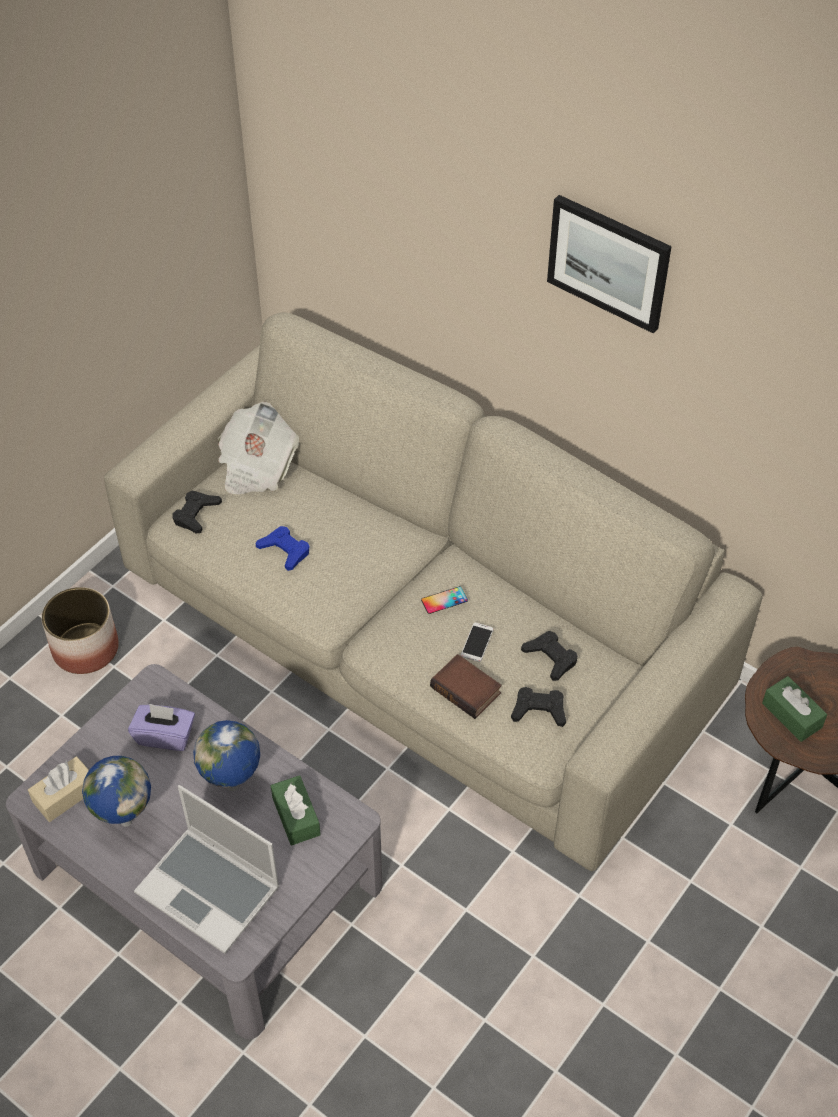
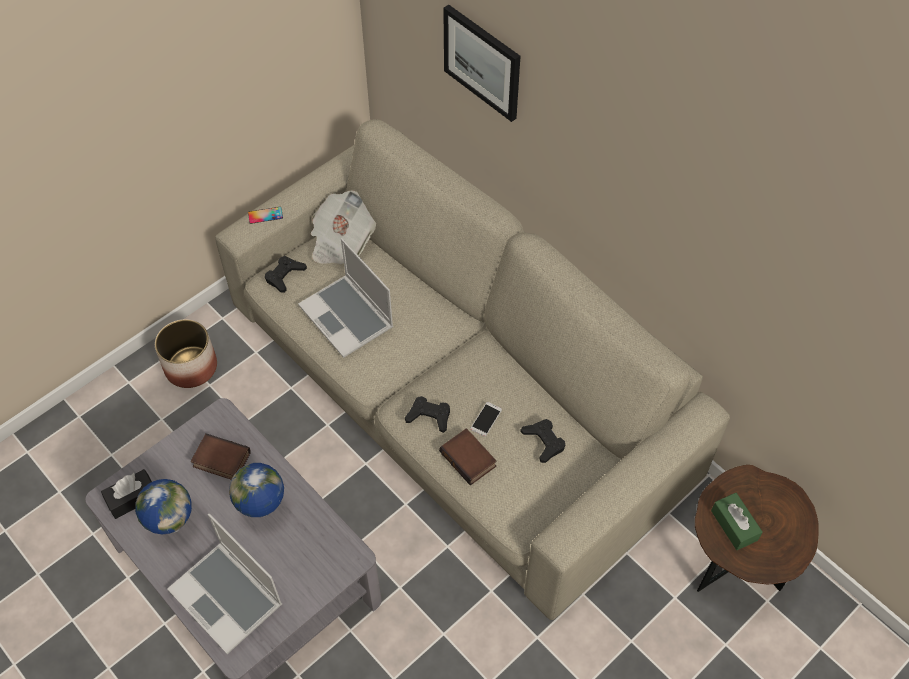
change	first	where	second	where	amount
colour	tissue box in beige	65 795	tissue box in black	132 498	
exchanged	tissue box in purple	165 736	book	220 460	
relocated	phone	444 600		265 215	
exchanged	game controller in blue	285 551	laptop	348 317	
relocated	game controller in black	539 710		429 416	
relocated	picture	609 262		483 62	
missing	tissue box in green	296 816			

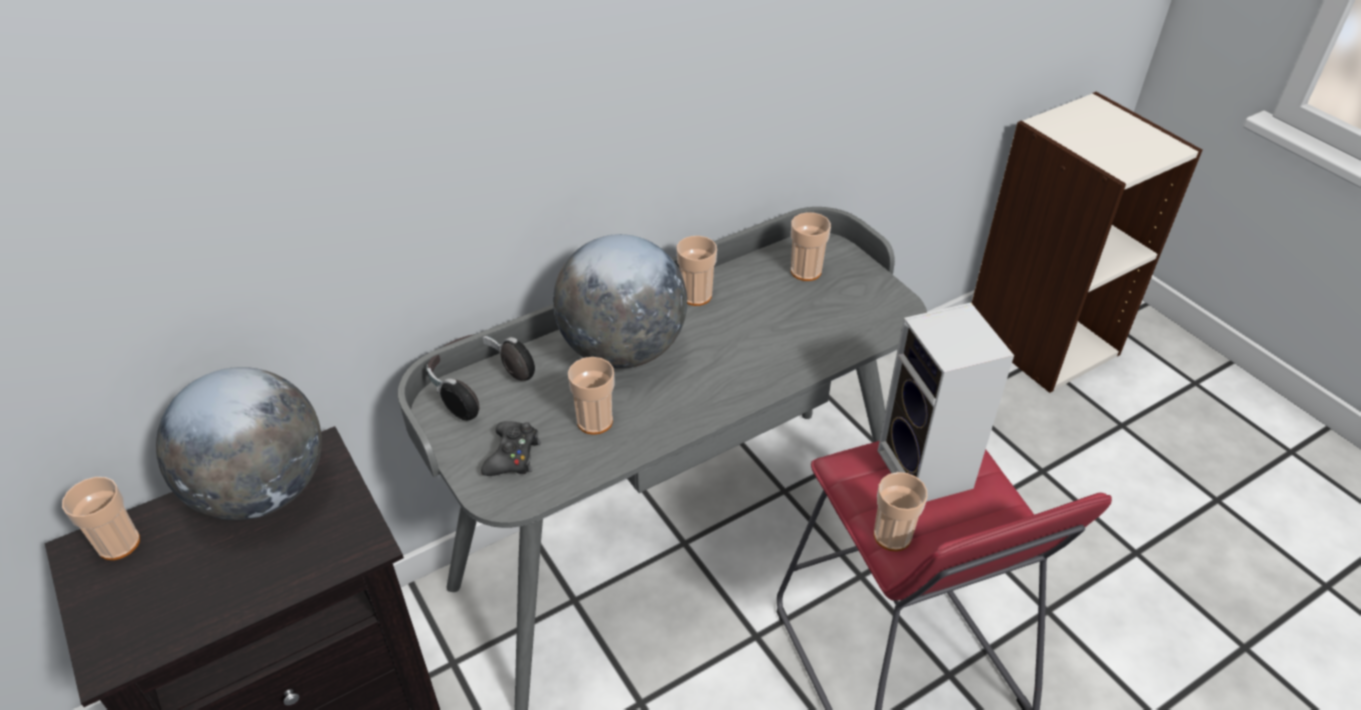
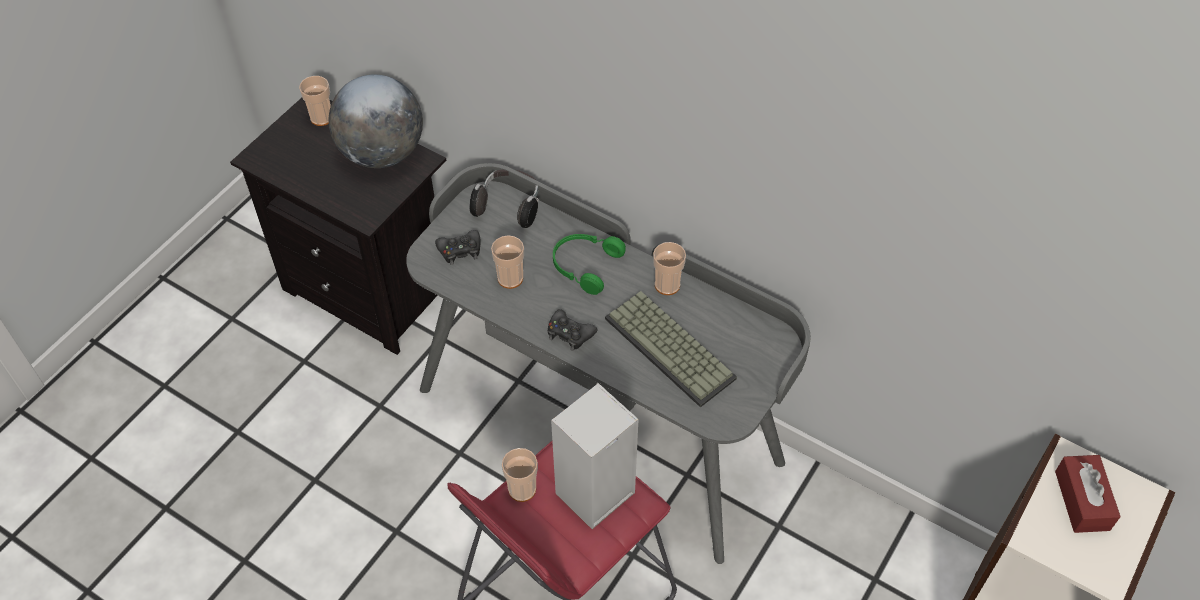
change	first	where	second	where	amount
appeared			game controller in black	569 334	
exchanged	globe	622 350	headphones in green	584 265	
appeared			keyboard	672 348	
appeared			tissue box in red	1082 500	
missing	cup	805 271			

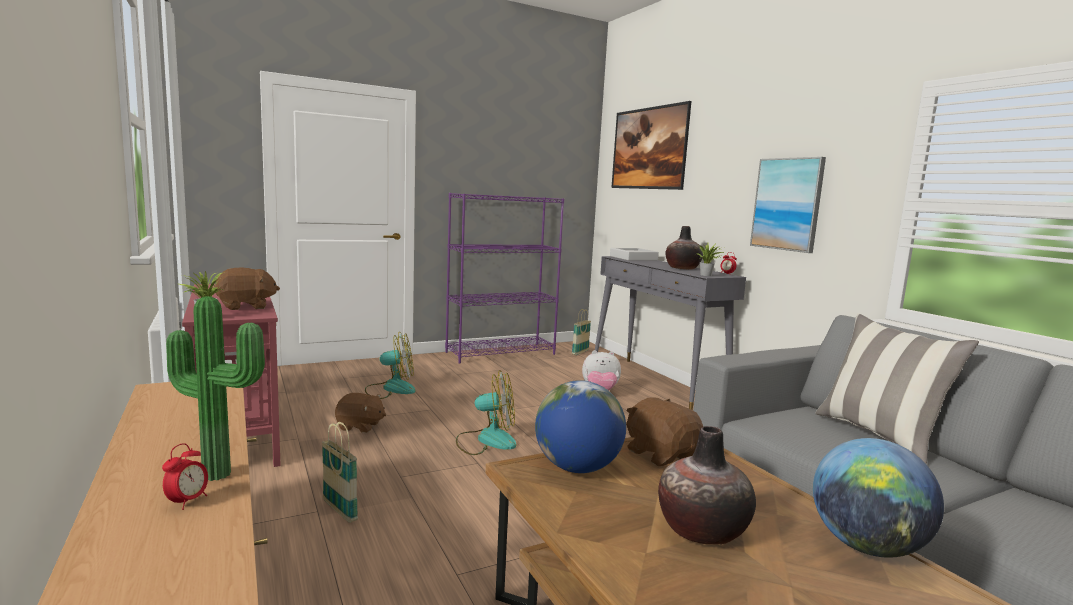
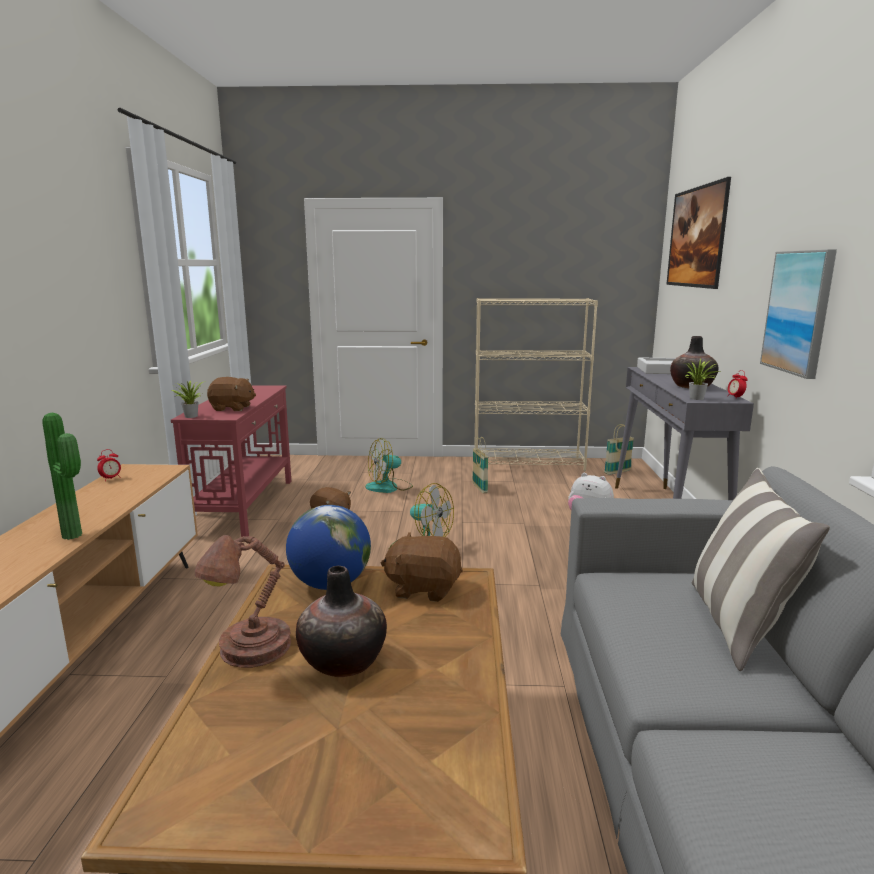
change	first	where	second	where	amount
relocated	alarm clock	187 501		111 478	
appeared			table lamp in brown	251 650	
spun	fan	391 389		389 487	135 degrees clockwise
spun	plush toy in brown	661 454		423 588	75 degrees counterclockwise
relocated	basket	339 510		479 488	
colour	bookcase in purple	501 353	bookcase in beige	528 464	
missing	globe	866 547			

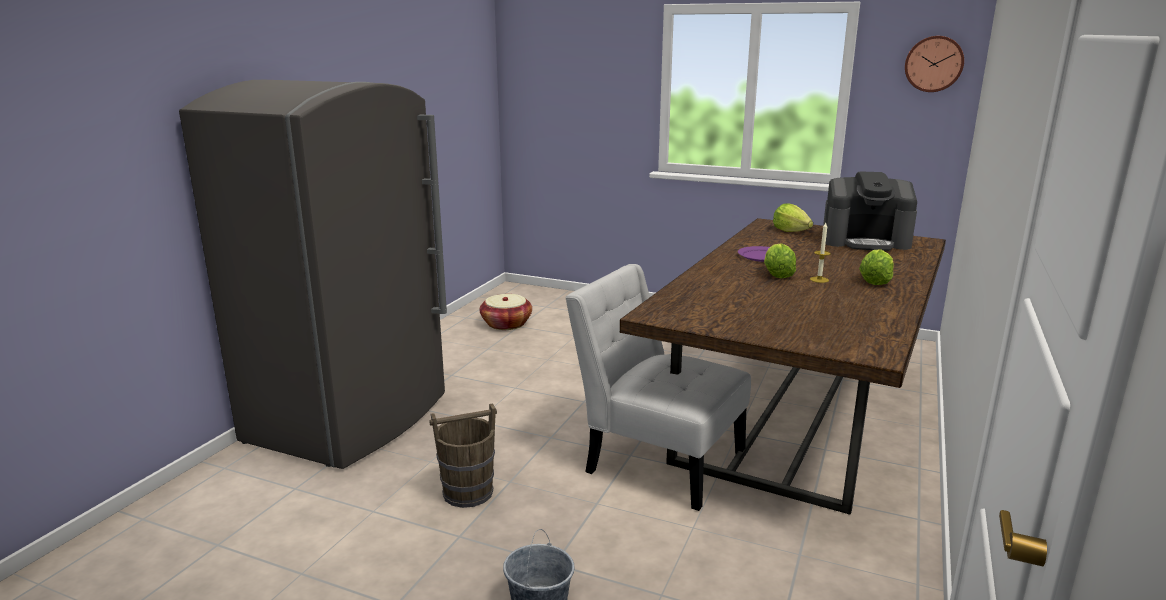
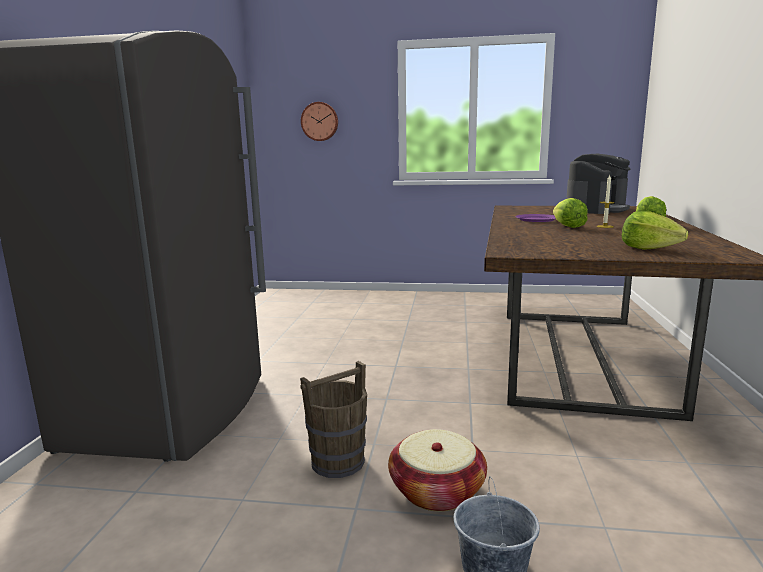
change	first	where	second	where	amount
relocated	wall clock	934 64		320 121	
relocated	basket	506 324		437 491	
spun	coffee machine	865 241		596 209	45 degrees counterclockwise
relocated	lettuce	791 231		648 248	
missing	chair in white	657 460			

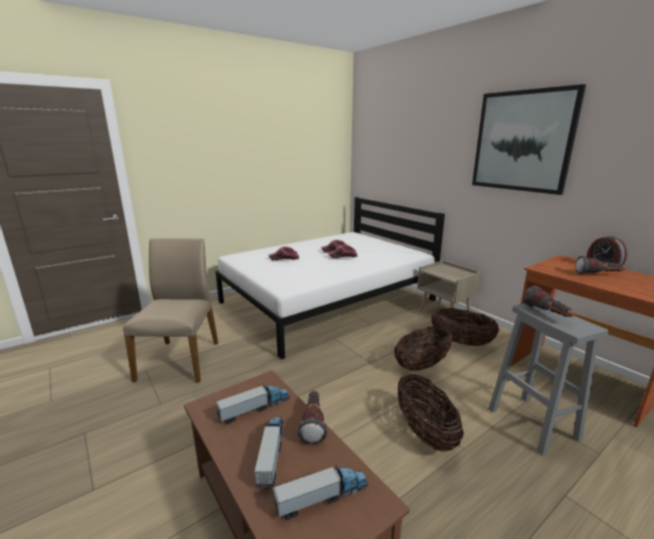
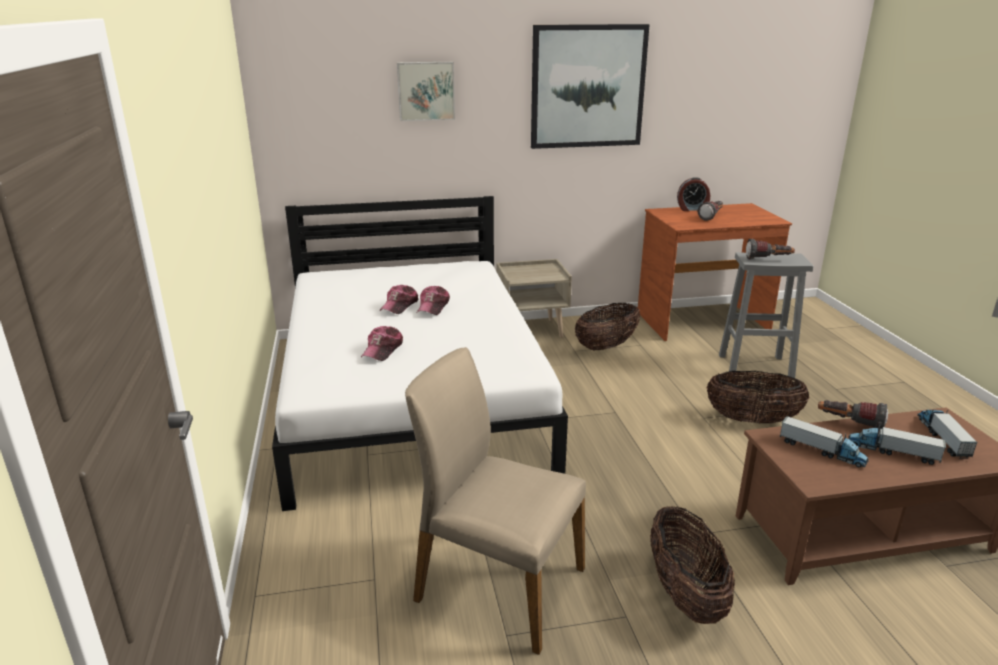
change	first	where	second	where	amount
appeared			picture	426 91	
relocated	basket	422 365		685 594	
spun	toy truck	254 408		822 451	135 degrees clockwise

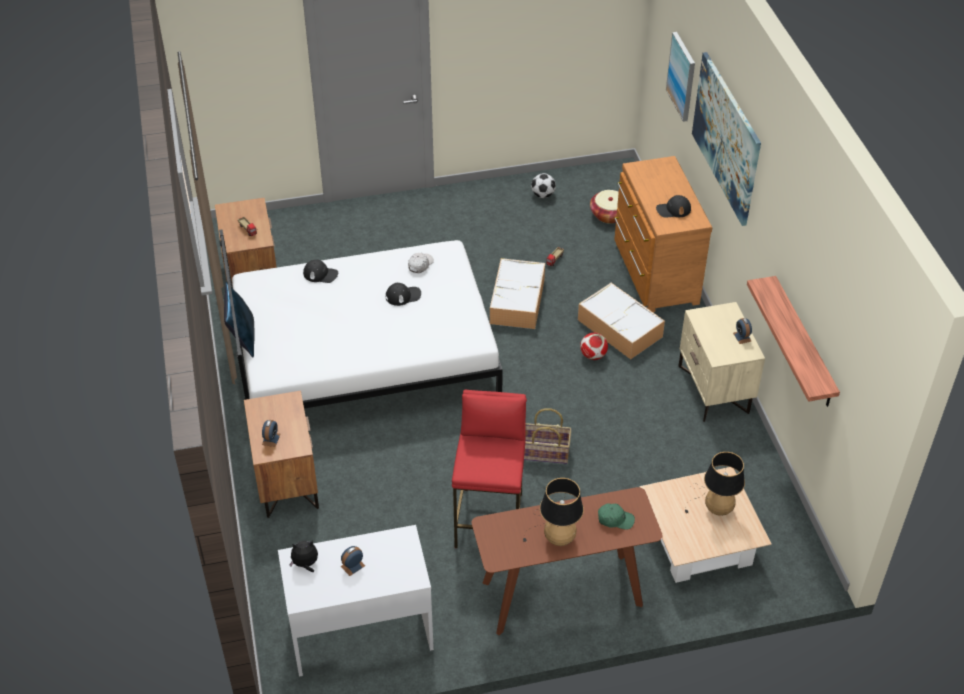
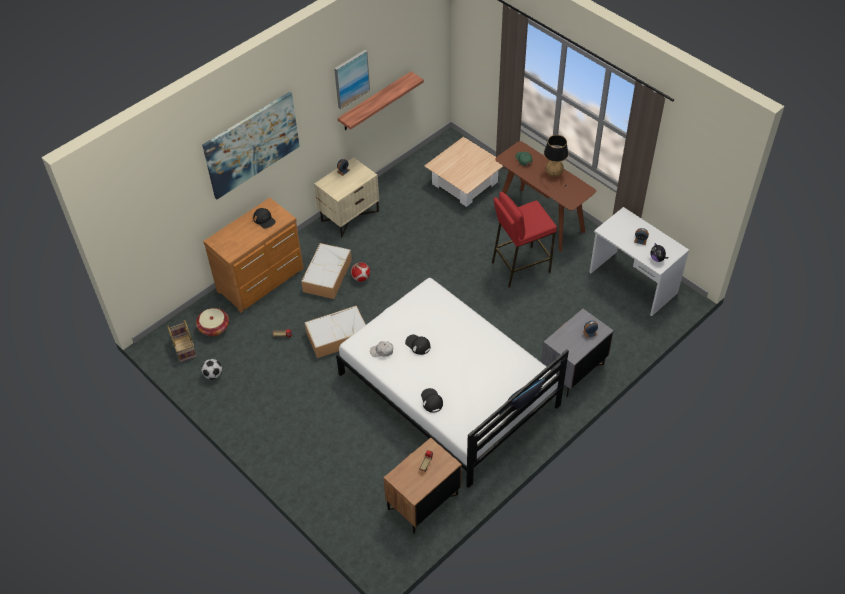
change	first	where	second	where	amount
relocated	basket	545 453		184 348	
relocated	picture	682 76		351 78	
colour	nightstand in brown	286 481	nightstand in grey	573 371	
missing	table lamp	714 506			

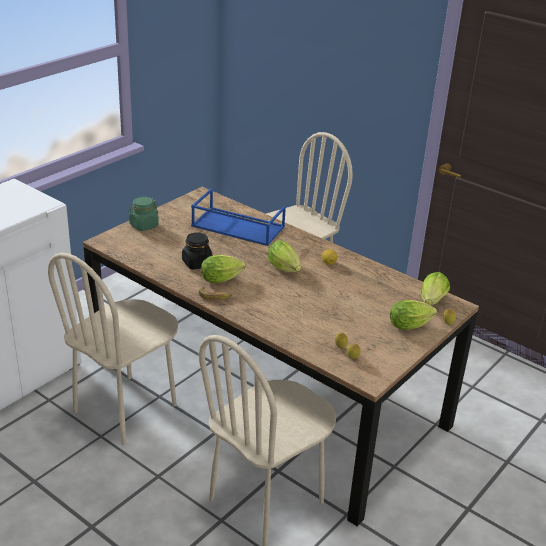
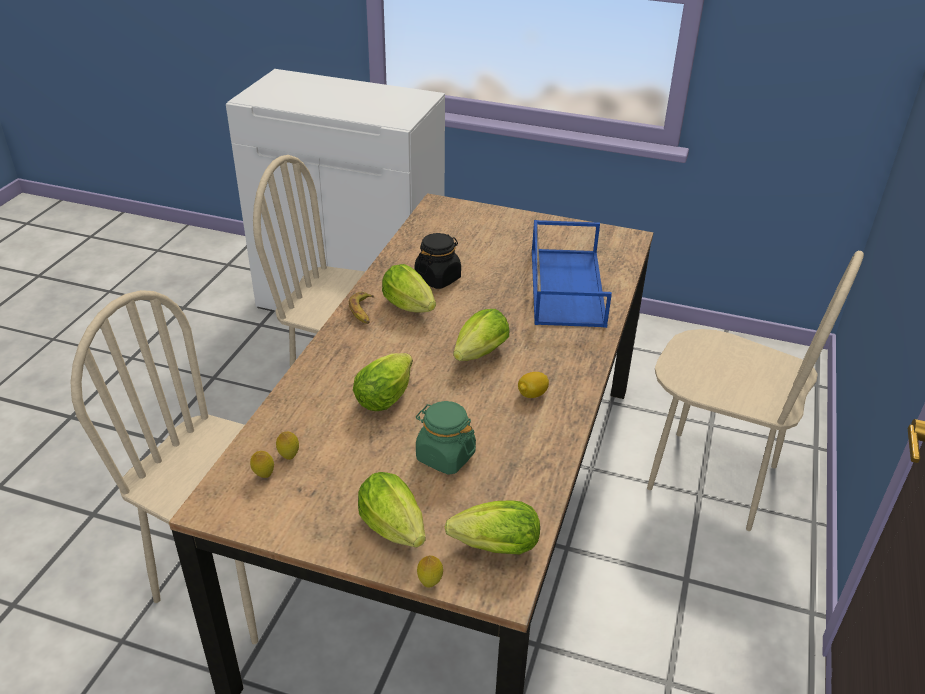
change	first	where	second	where	amount
appeared			lettuce	387 395	
relocated	jar in green	143 225		445 456	

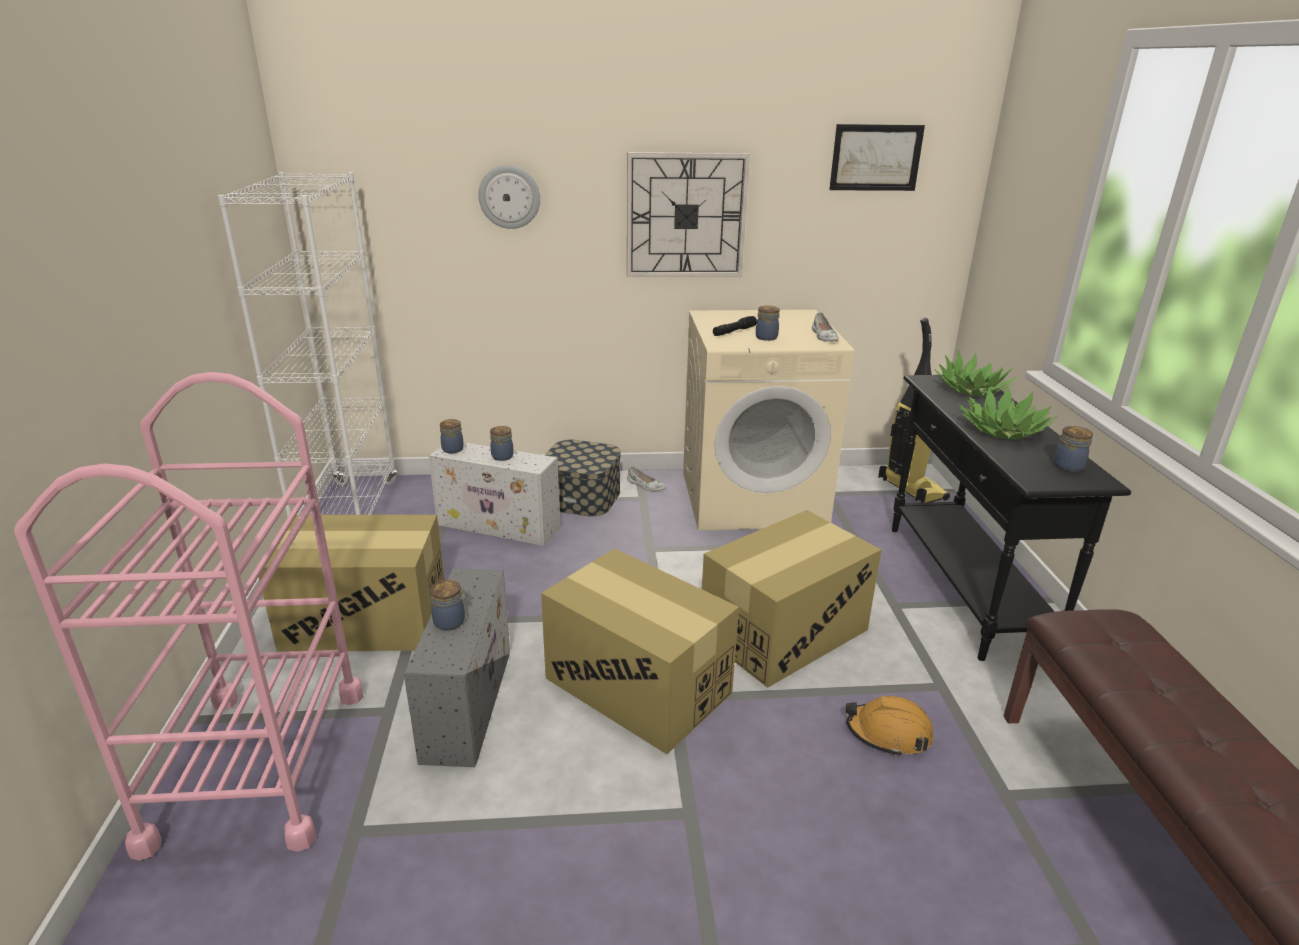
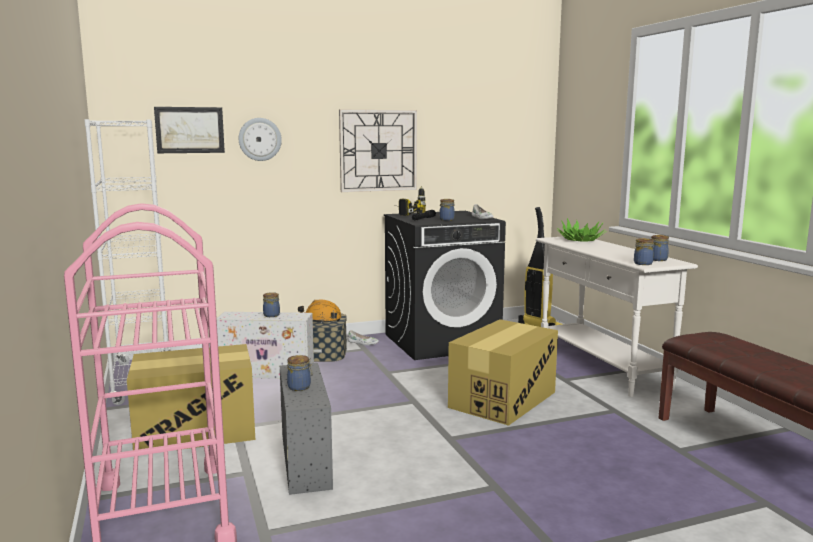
change	first	where	second	where	amount
relocated	picture	876 157		190 130	
relocated	hard hat in orange	888 733		320 320	
colour	washing machine in beige	753 498	washing machine in black	442 341	
appeared			power drill	404 215	
colour	console table in black	965 587	console table in white	601 366	
relocated	jar	453 449		642 263	
missing	cardboard box	637 685			
missing	potted plant	1002 431			

